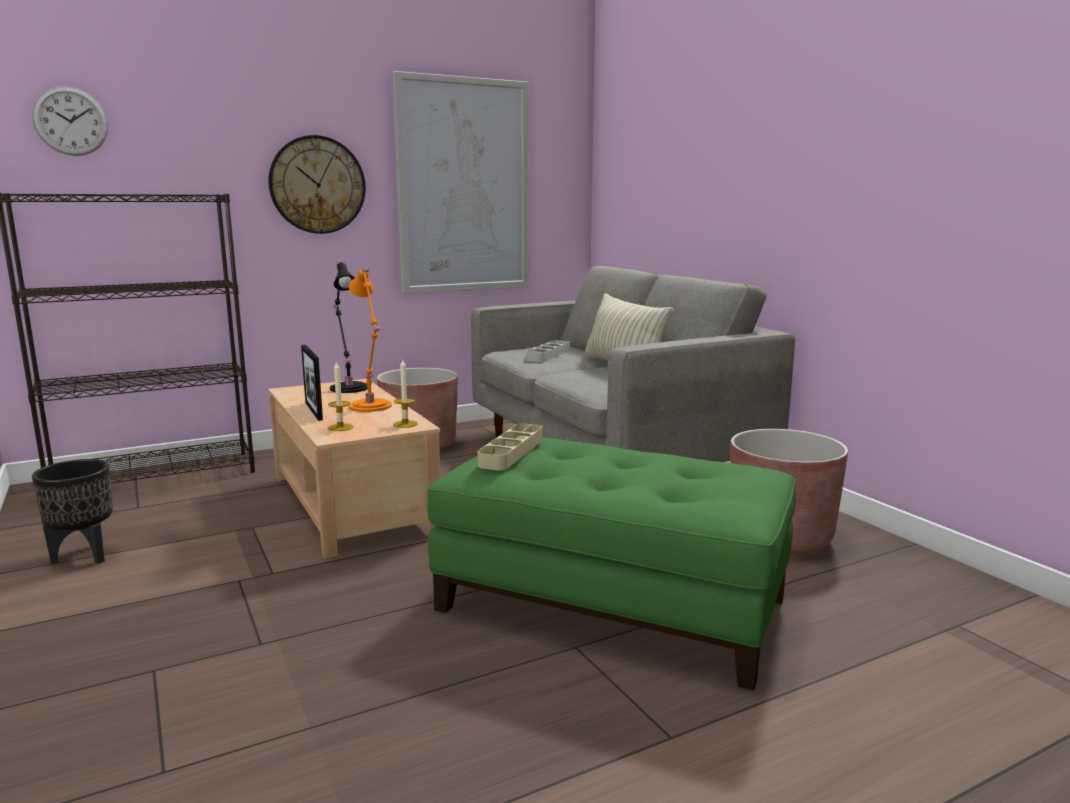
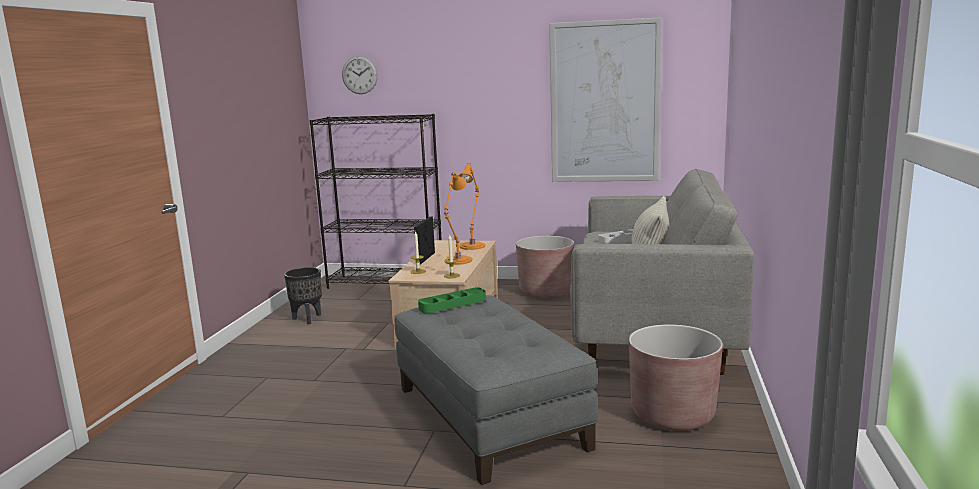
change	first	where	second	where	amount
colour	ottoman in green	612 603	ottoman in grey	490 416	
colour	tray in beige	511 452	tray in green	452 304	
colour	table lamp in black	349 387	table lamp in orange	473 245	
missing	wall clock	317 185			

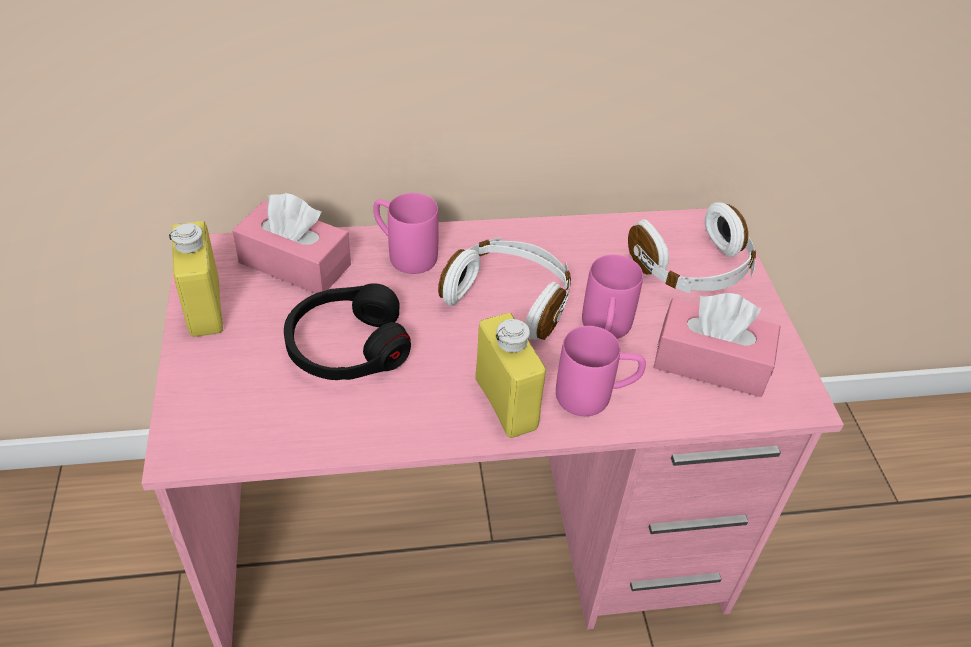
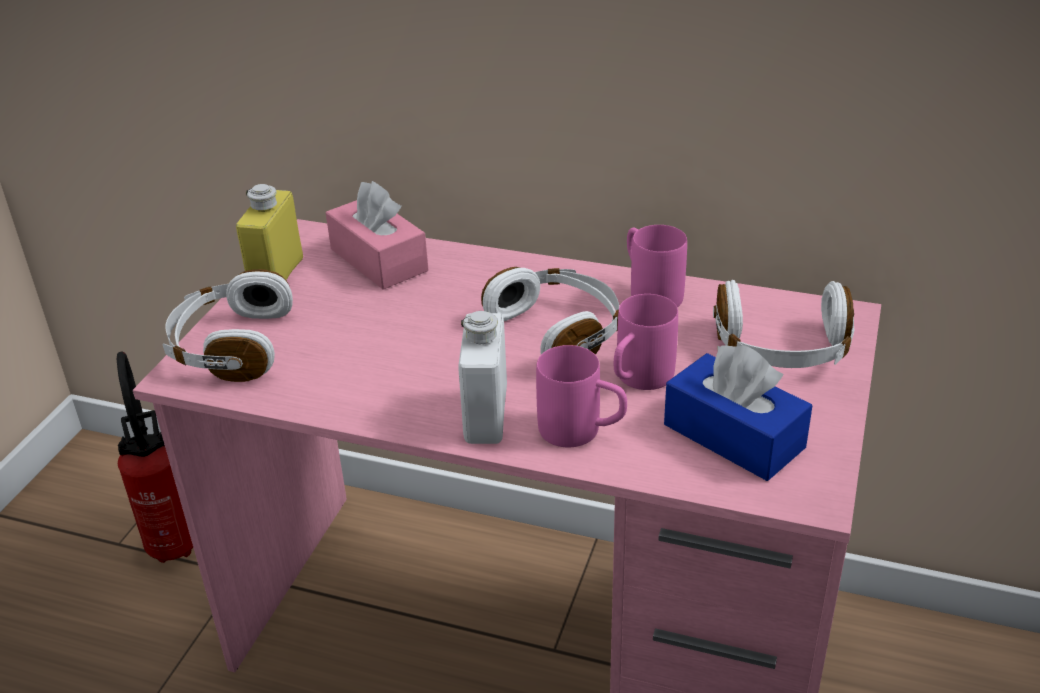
change	first	where	second	where	amount
appeared			fire extinguisher	176 541	
appeared			headphones in white	231 346	
colour	bottle in yellow	506 404	bottle in white	486 415	
relocated	mug in pink	404 253		649 292	
colour	tissue box in pink	710 362	tissue box in blue	733 436	
missing	headphones in black	347 346			

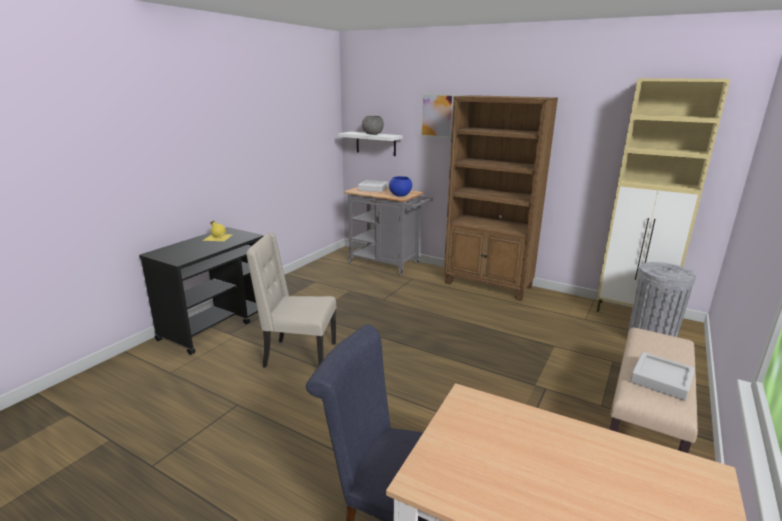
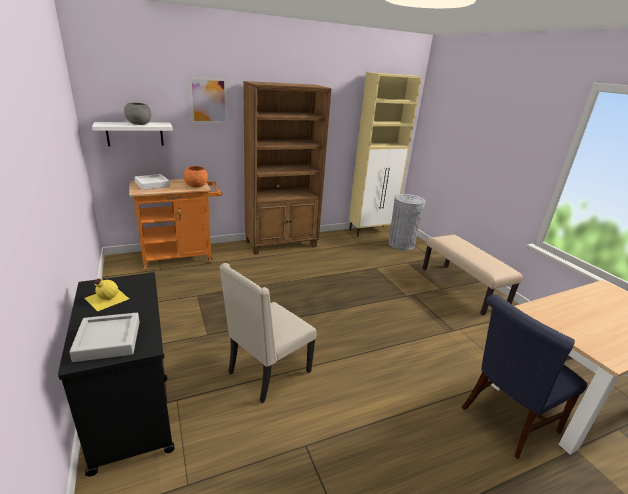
change	first	where	second	where	amount
relocated	tray in grey	661 380		108 340	
colour	cart in grey	387 264	cart in orange	182 257	
colour	bowl in blue	400 195	bowl in orange	196 186	

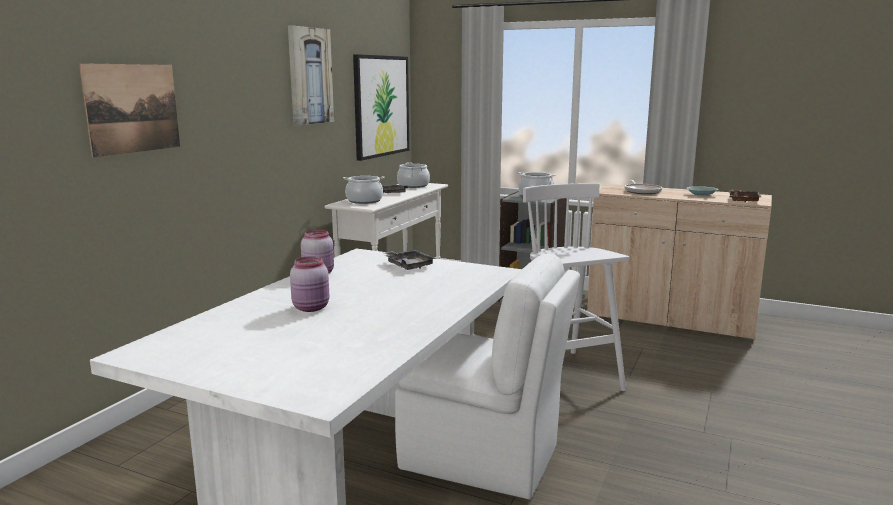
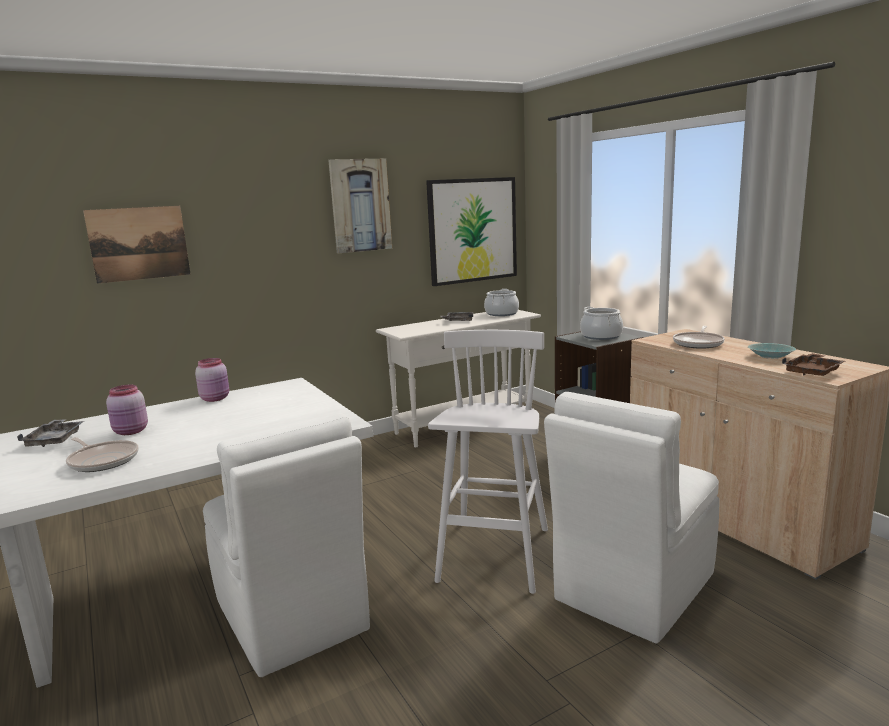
change	first	where	second	where	amount
relocated	tray in grey	408 265		55 440	
appeared			frying pan	102 460	
appeared			chair in white	632 588	
missing	cooking pot	364 201			

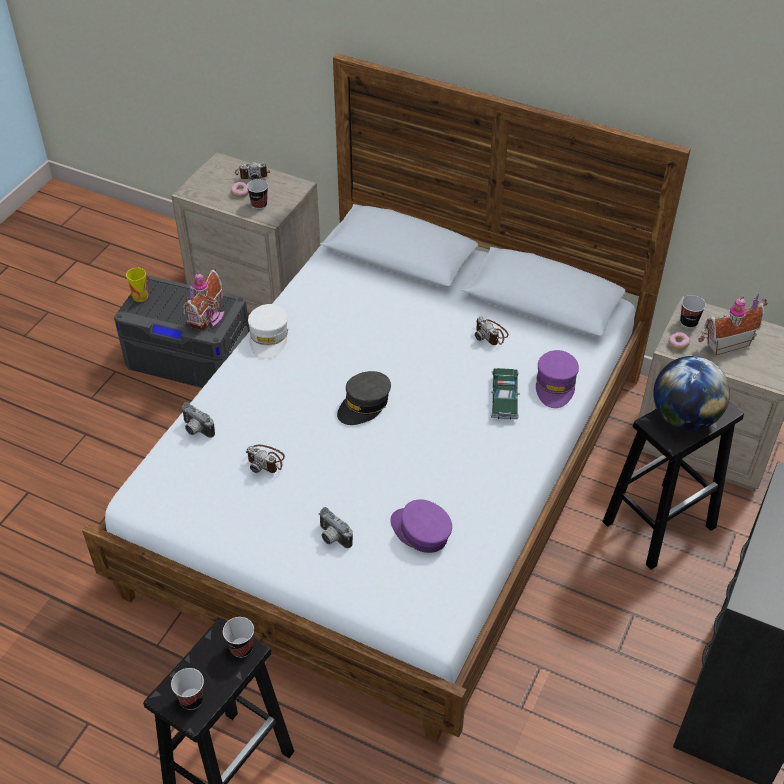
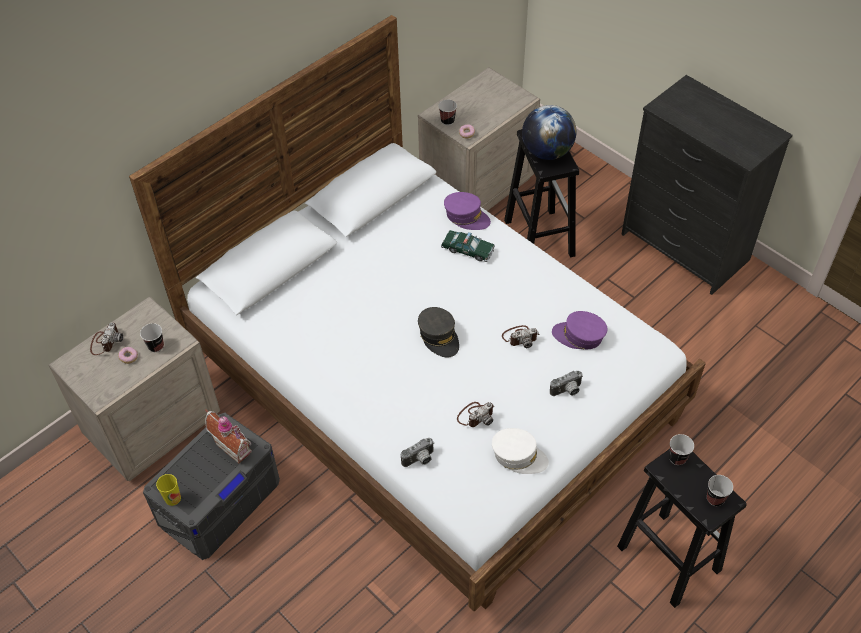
change	first	where	second	where	amount
relocated	cap in white	268 337		518 456	
relocated	photo camera	491 334		520 337	
spun	cap in purple	420 532		579 336	45 degrees clockwise
missing	toy house	725 342			

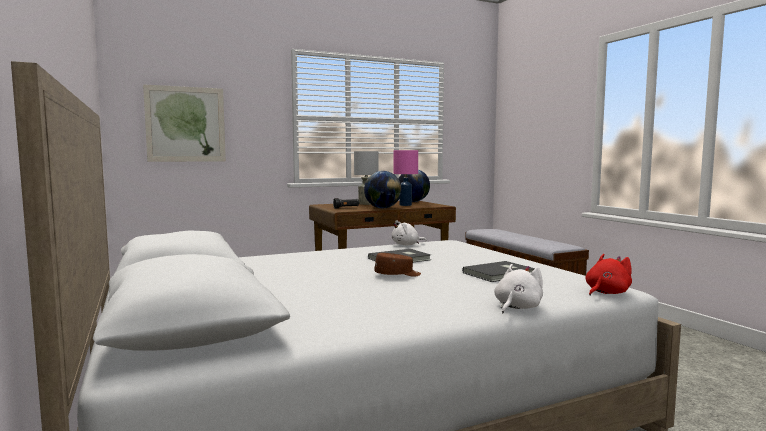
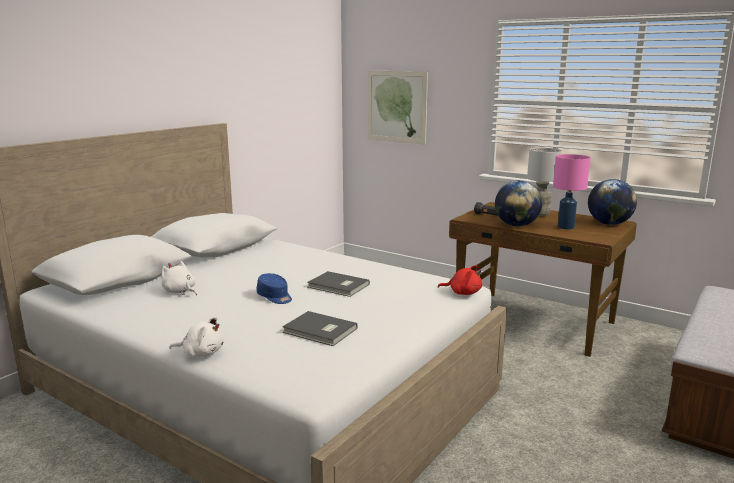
change	first	where	second	where	amount
relocated	plush toy in white	407 245		180 292	
colour	cap in brown	398 275	cap in blue	275 297	
relocated	plush toy in red	606 292		463 293	

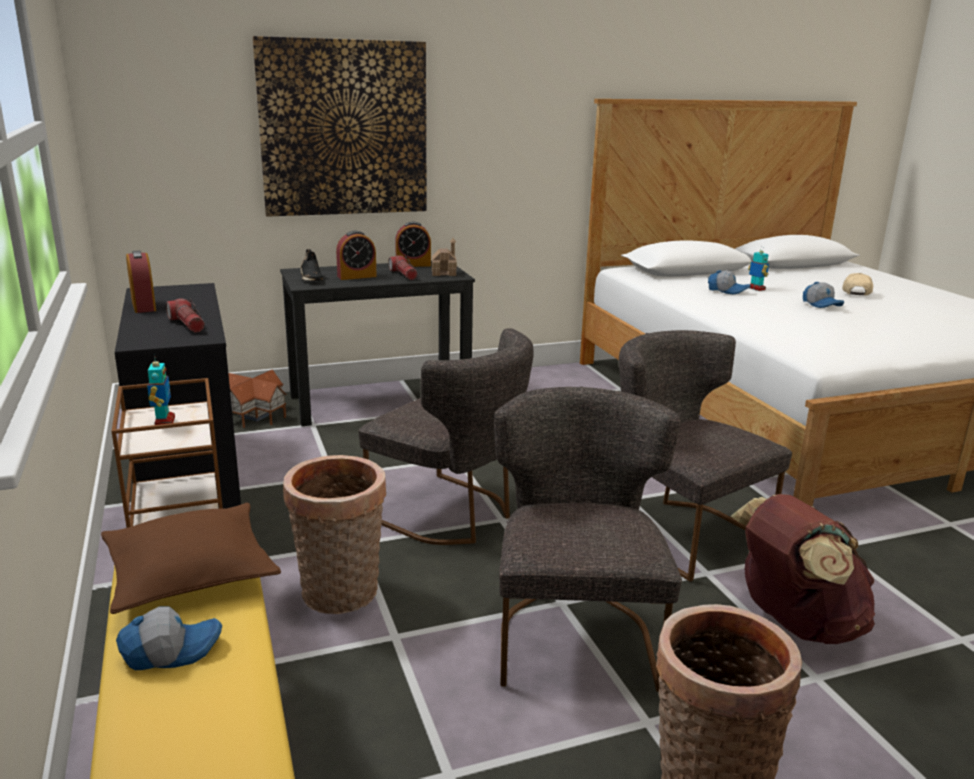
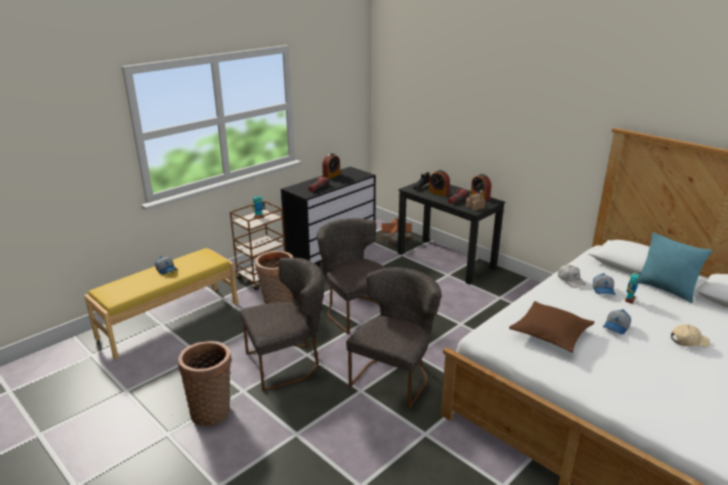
change	first	where	second	where	amount
spun	chair in grey	451 514		354 311	135 degrees clockwise
relocated	pillow in brown	190 572		550 333	
appeared			cap in white	571 280	
appeared			pillow in turquoise	665 289	
missing	picture	344 129			
missing	backpack in brown	794 623			

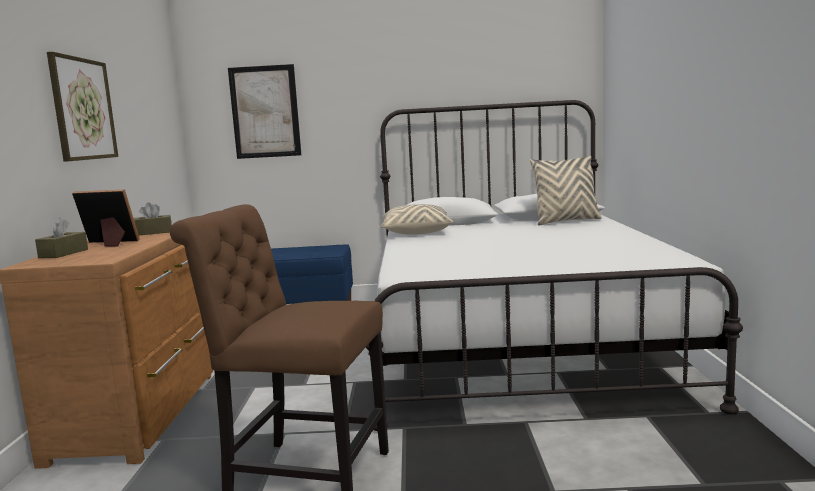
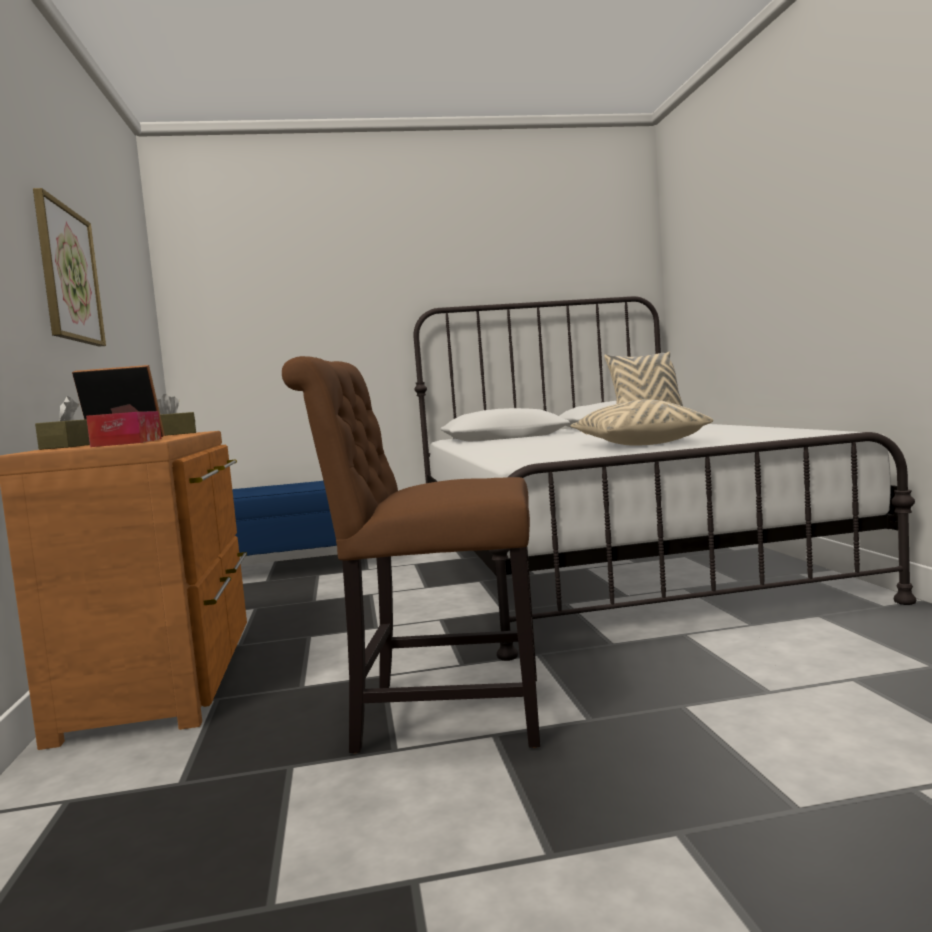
change	first	where	second	where	amount
appeared			tissue box	128 442	
relocated	pillow in beige	416 232		638 444	
missing	picture	265 112			

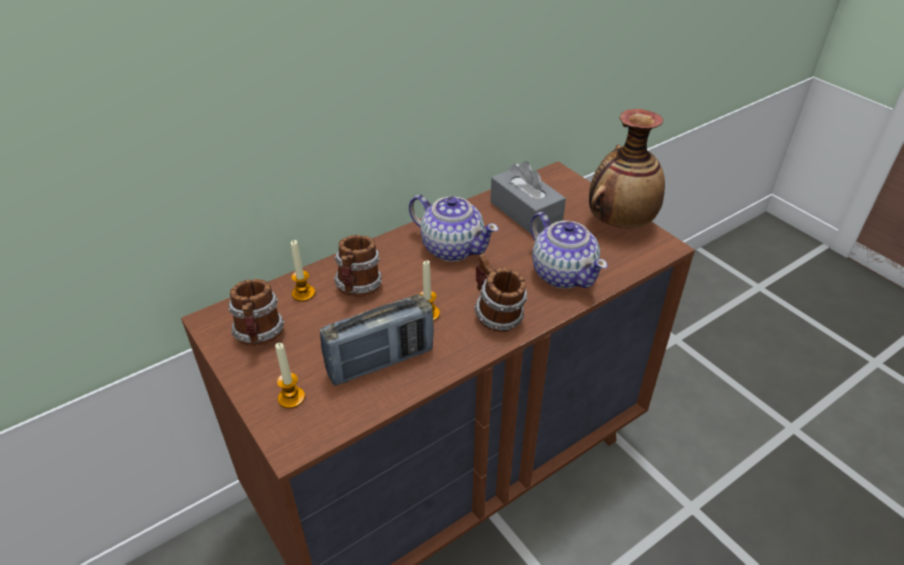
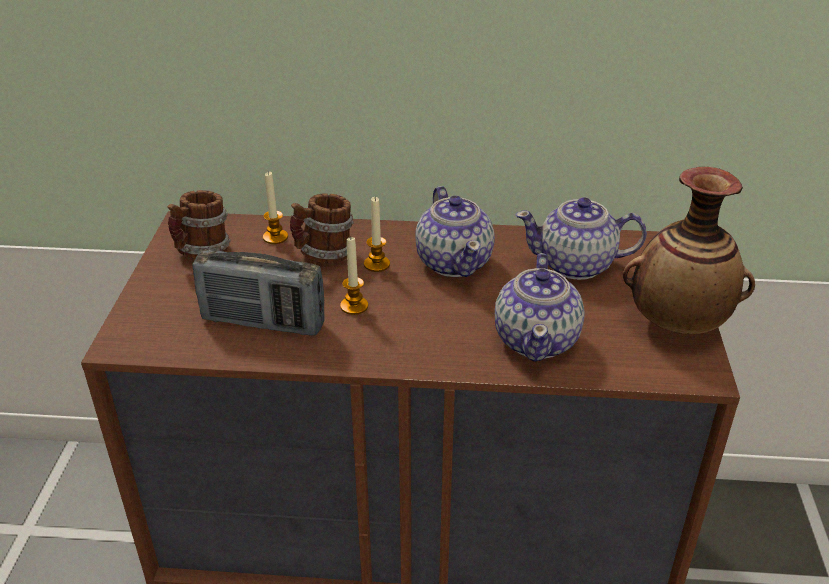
change	first	where	second	where	amount
relocated	candle	291 398		377 264	
exchanged	tissue box in grey	525 212	teapot	576 265	
missing	mug	496 316			

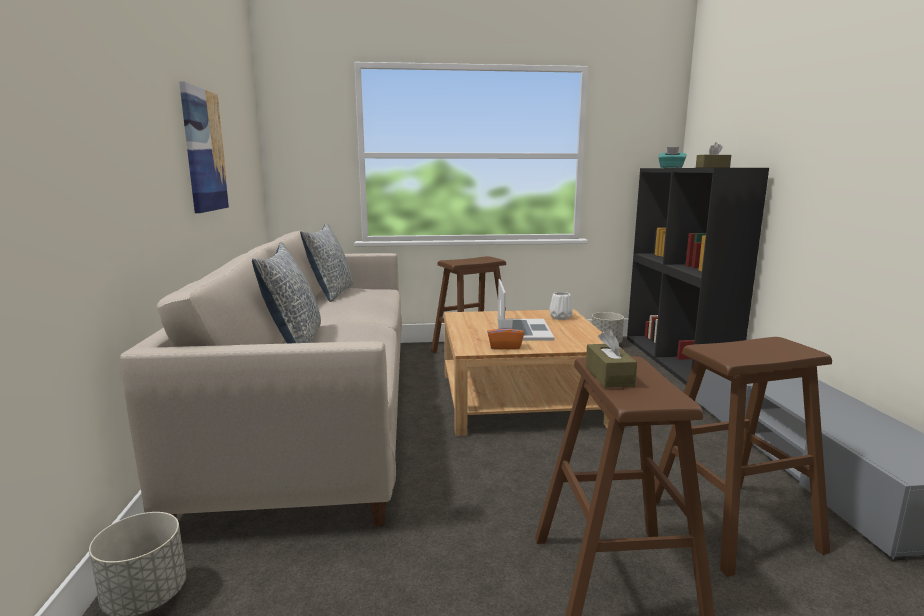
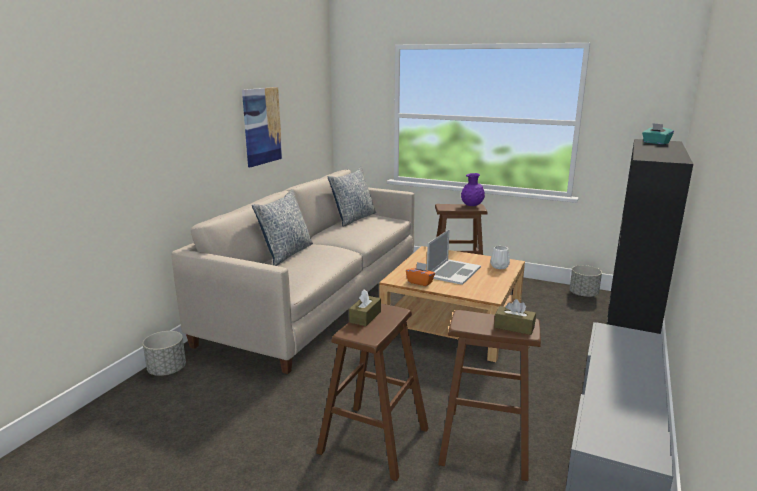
change	first	where	second	where	amount
appeared			vase in purple	472 206	
relocated	tissue box in brown	712 167		514 327	

